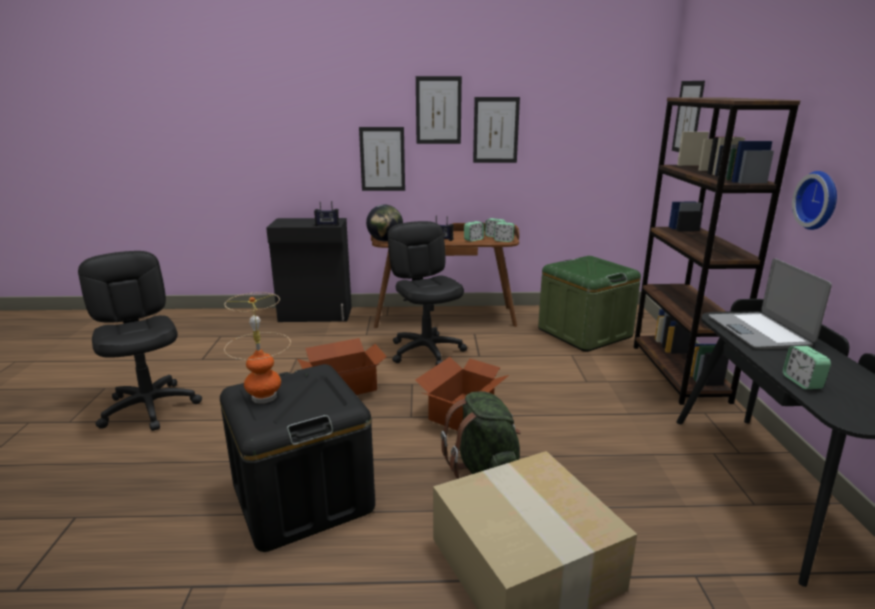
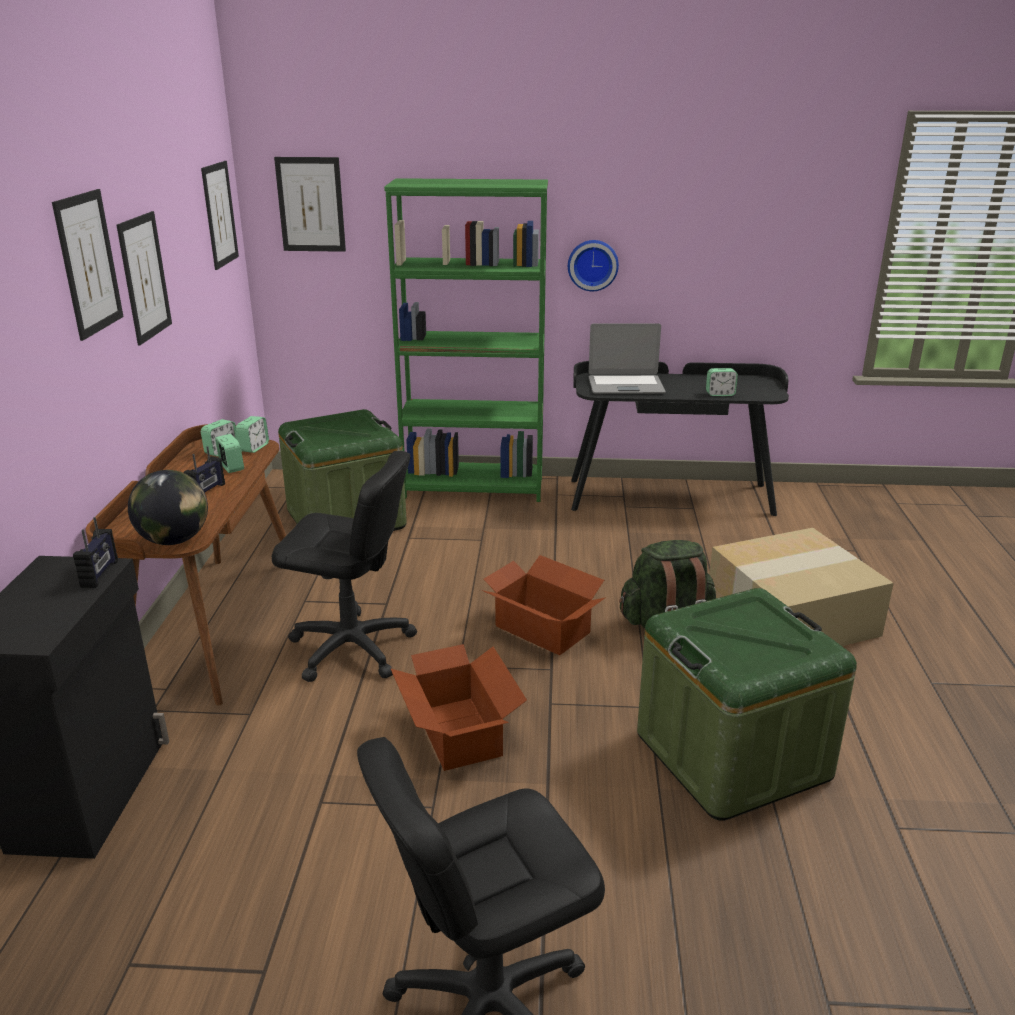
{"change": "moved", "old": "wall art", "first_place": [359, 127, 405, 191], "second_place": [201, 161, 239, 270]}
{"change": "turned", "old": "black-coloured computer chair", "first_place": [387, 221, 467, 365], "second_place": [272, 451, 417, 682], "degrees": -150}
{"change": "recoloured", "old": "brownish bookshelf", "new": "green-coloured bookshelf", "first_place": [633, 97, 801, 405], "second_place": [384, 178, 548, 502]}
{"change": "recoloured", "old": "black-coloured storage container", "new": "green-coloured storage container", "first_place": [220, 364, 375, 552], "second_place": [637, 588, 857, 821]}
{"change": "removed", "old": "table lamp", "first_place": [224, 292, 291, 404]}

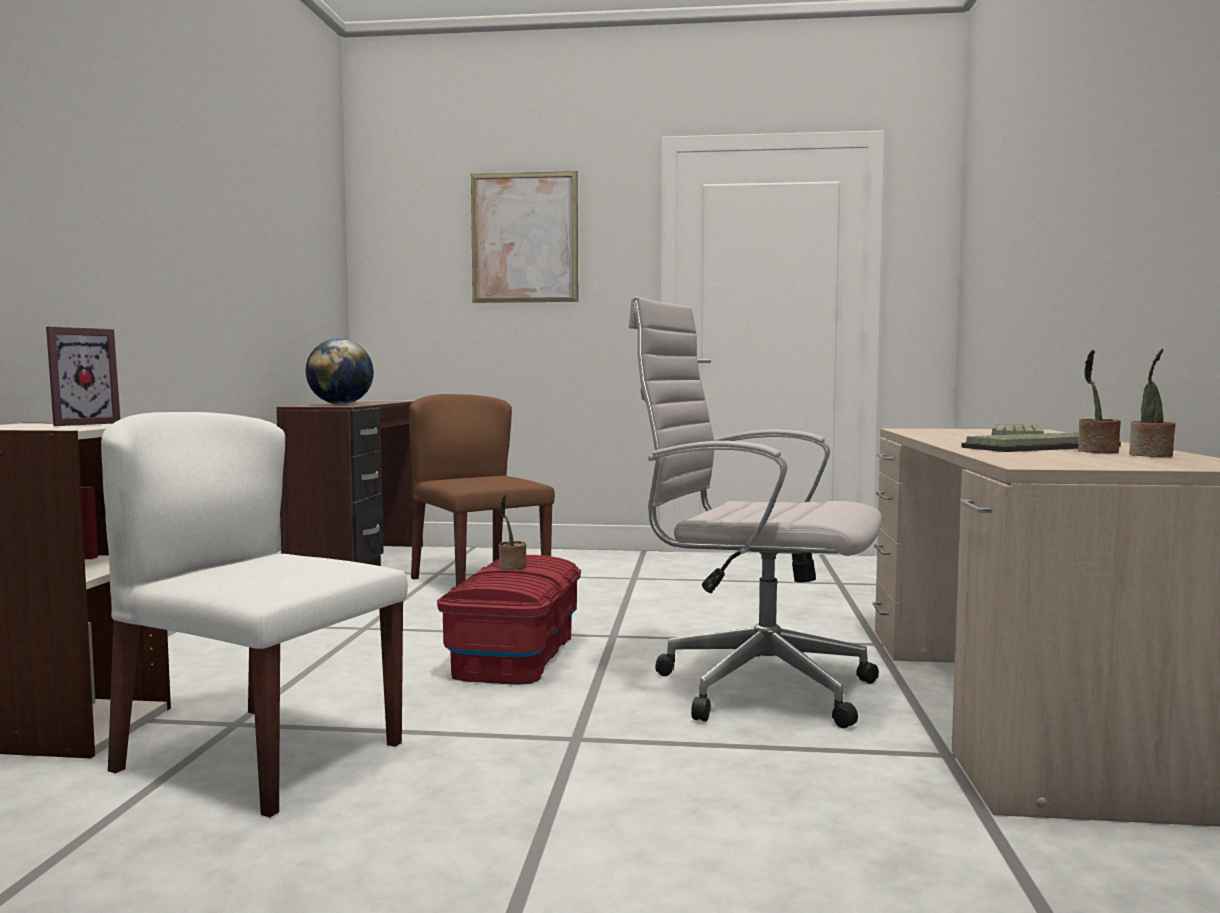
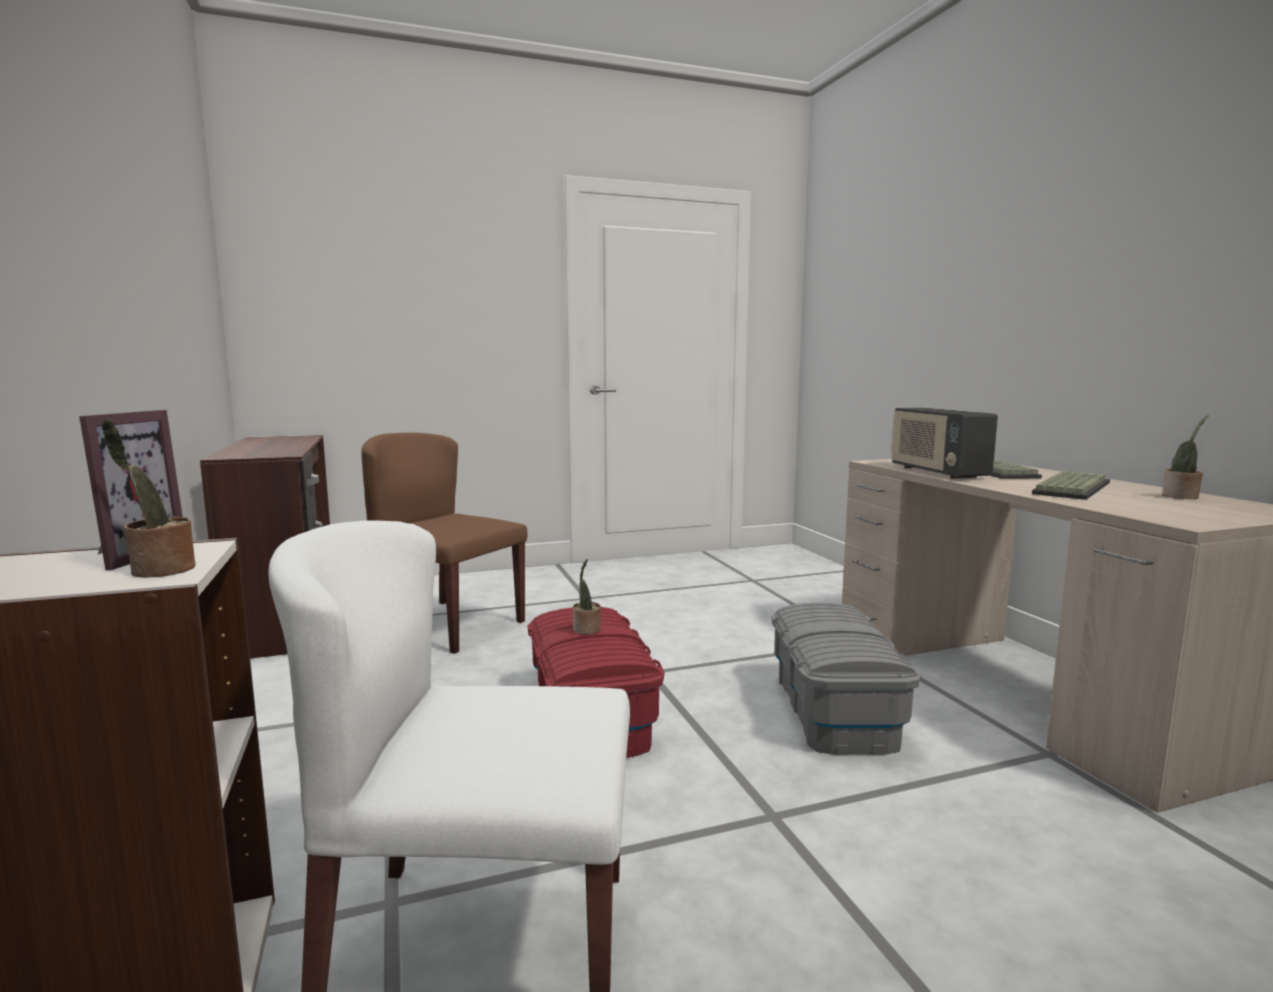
{"change": "moved", "old": "potted plant", "first_place": [1078, 350, 1121, 453], "second_place": [102, 419, 195, 578]}
{"change": "replaced", "old": "white-coloured computer chair", "new": "gray storage container", "first_place": [629, 297, 882, 728], "second_place": [771, 603, 921, 755]}
{"change": "added", "new": "radio set", "second_place": [890, 408, 998, 479]}
{"change": "removed", "old": "globe", "first_place": [306, 339, 374, 405]}
{"change": "removed", "old": "wall art", "first_place": [471, 171, 578, 303]}

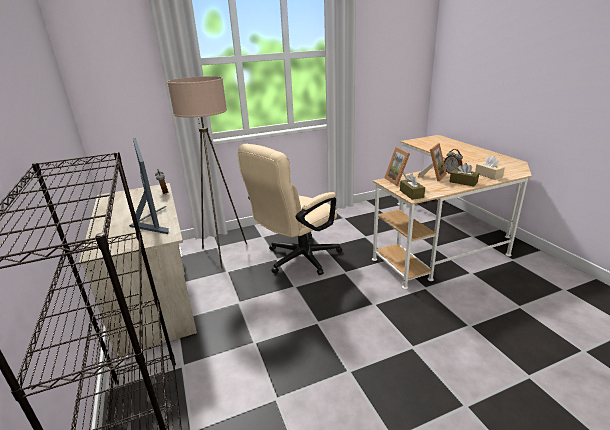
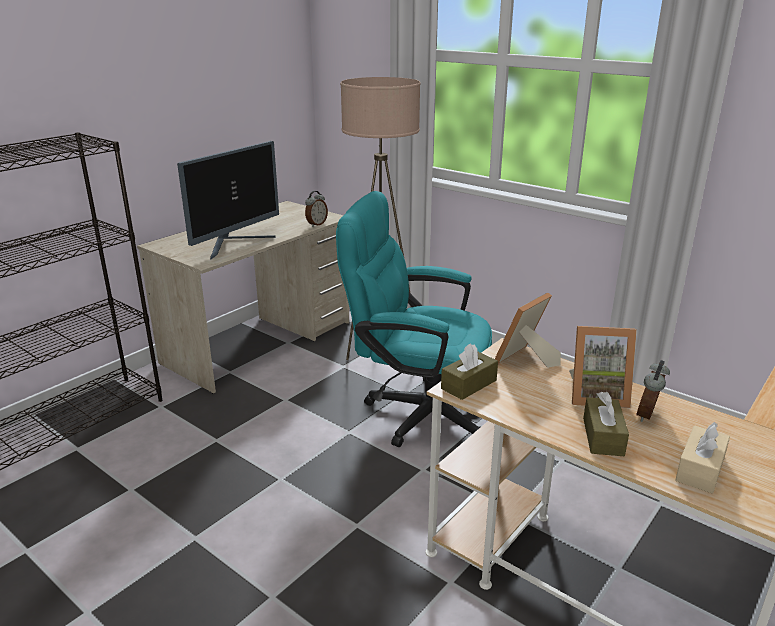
{"change": "recoloured", "old": "beige computer chair", "new": "blue-green computer chair", "first_place": [238, 144, 342, 275], "second_place": [336, 191, 492, 447]}

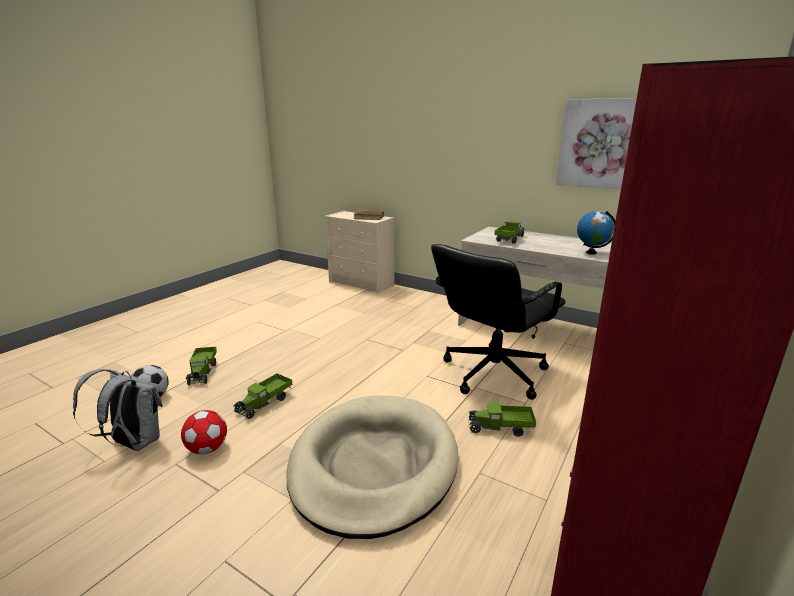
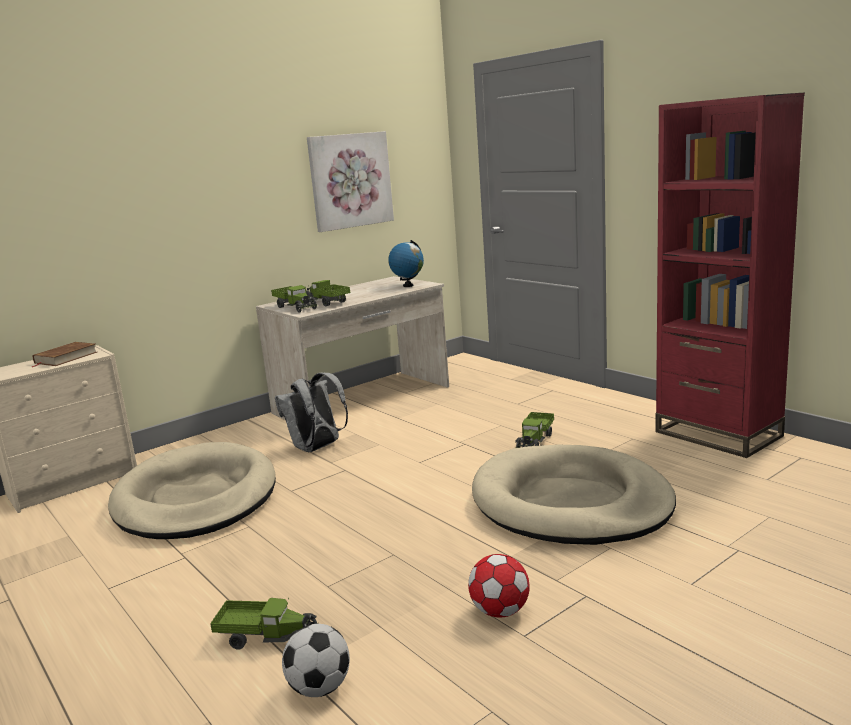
{"change": "added", "new": "beige pet bed", "second_place": [108, 442, 276, 539]}
{"change": "moved", "old": "model truck", "first_place": [234, 373, 292, 419], "second_place": [271, 285, 317, 312]}
{"change": "moved", "old": "gray rucksack", "first_place": [73, 369, 162, 451], "second_place": [275, 373, 348, 452]}
{"change": "removed", "old": "black-coloured computer chair", "first_place": [431, 244, 566, 400]}

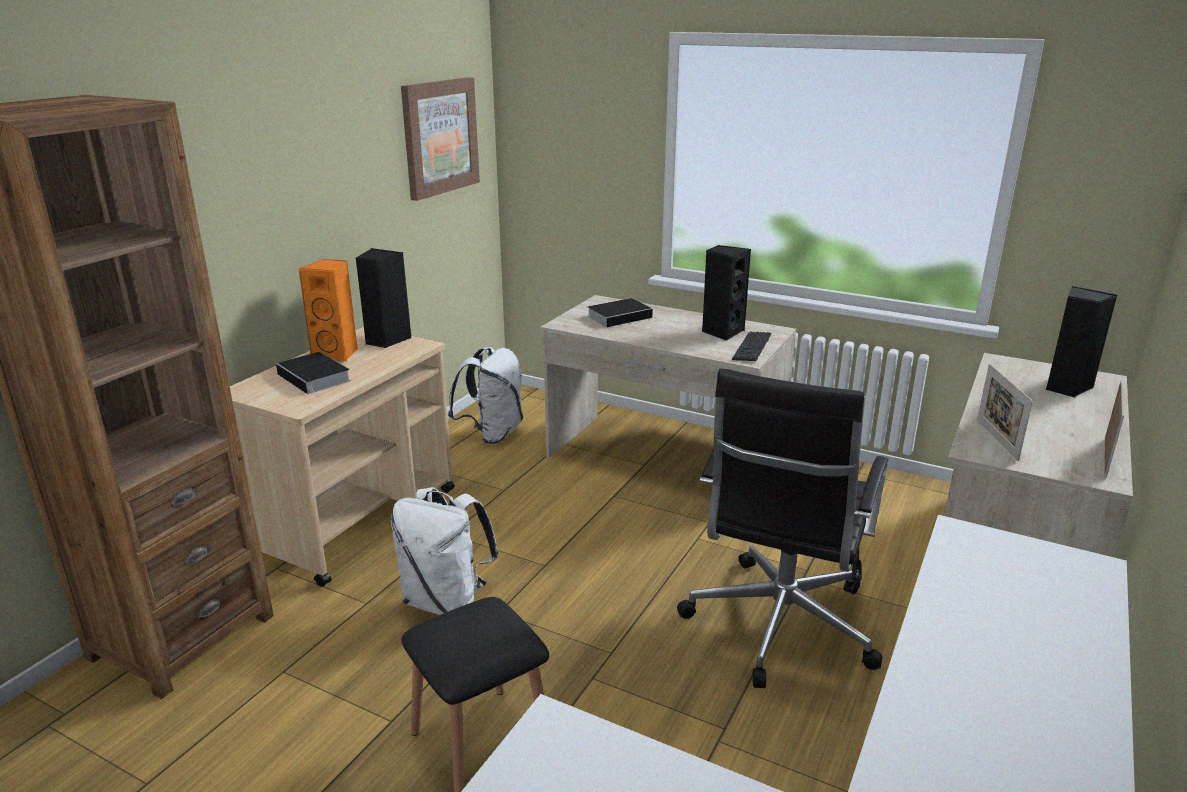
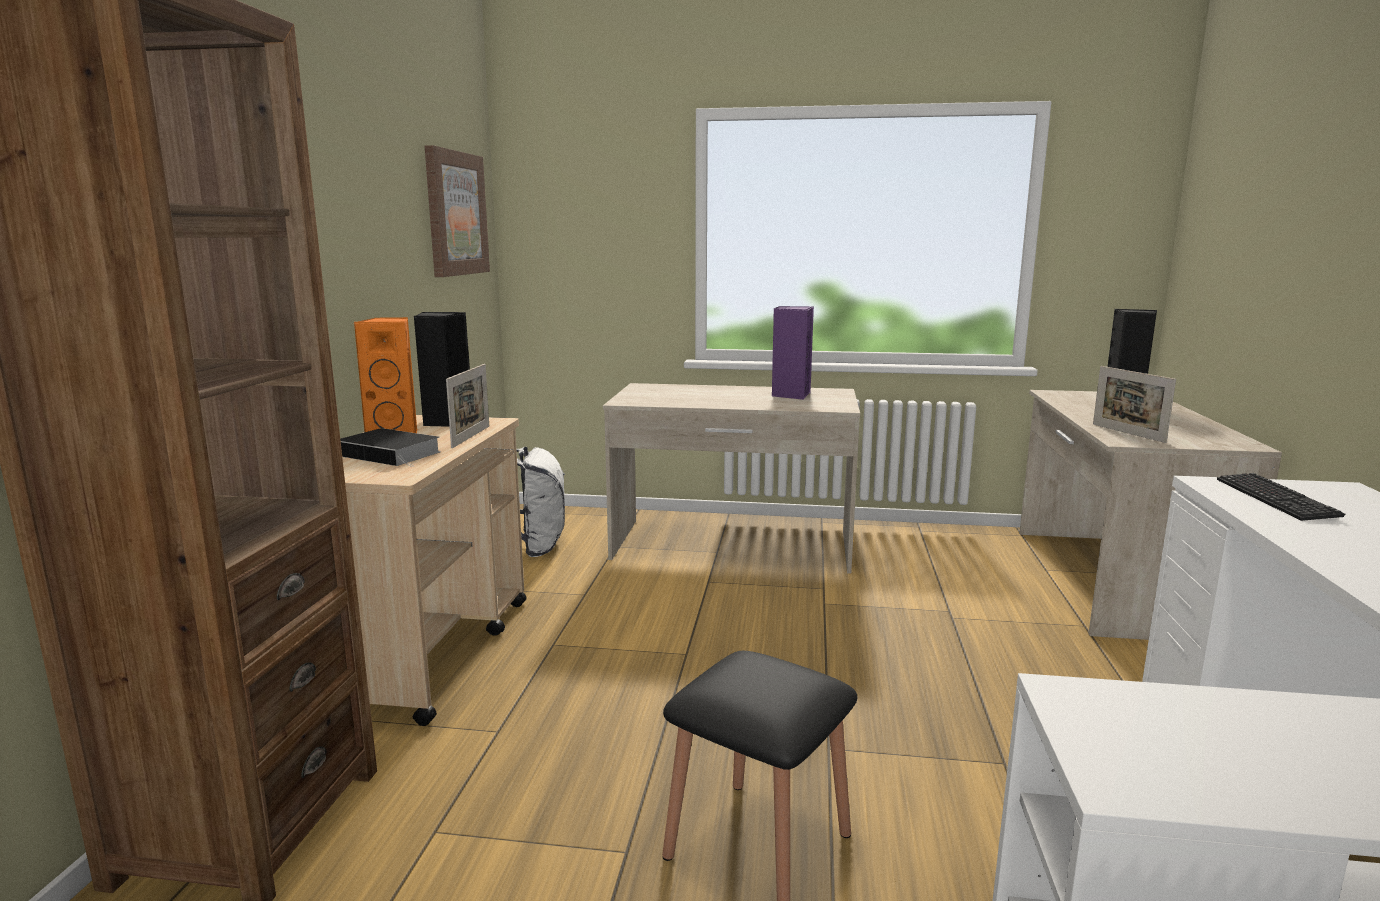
{"change": "moved", "old": "standing frame", "first_place": [1105, 380, 1124, 478], "second_place": [446, 364, 489, 448]}
{"change": "recoloured", "old": "black-coloured audio speaker", "new": "purplish audio speaker", "first_place": [702, 245, 751, 341], "second_place": [772, 306, 814, 400]}
{"change": "moved", "old": "PC keyboard", "first_place": [732, 332, 771, 361], "second_place": [1217, 473, 1345, 521]}
{"change": "removed", "old": "white-coloured rucksack", "first_place": [391, 487, 499, 615]}
{"change": "removed", "old": "bound book", "first_place": [587, 298, 658, 327]}
{"change": "removed", "old": "black-coloured computer chair", "first_place": [677, 368, 889, 688]}

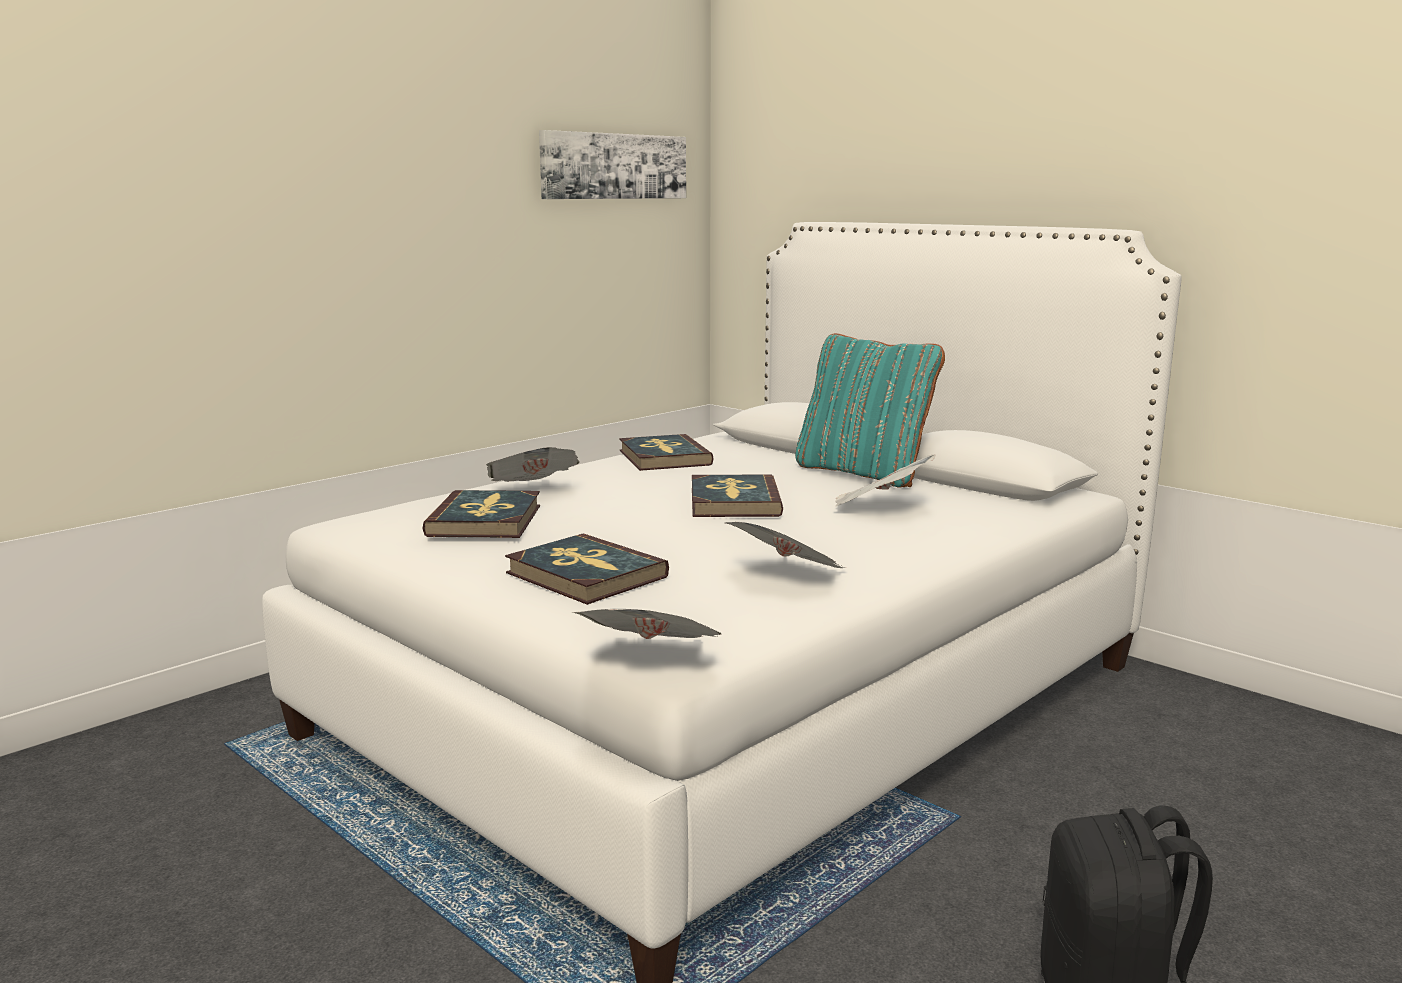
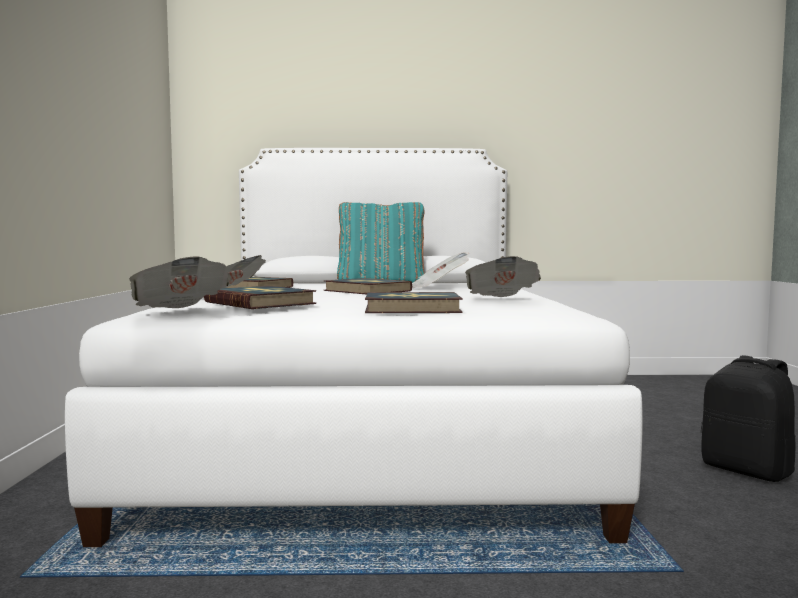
{"change": "moved", "old": "daily paper", "first_place": [573, 609, 722, 639], "second_place": [129, 256, 230, 308]}
{"change": "removed", "old": "wall art", "first_place": [539, 130, 686, 199]}

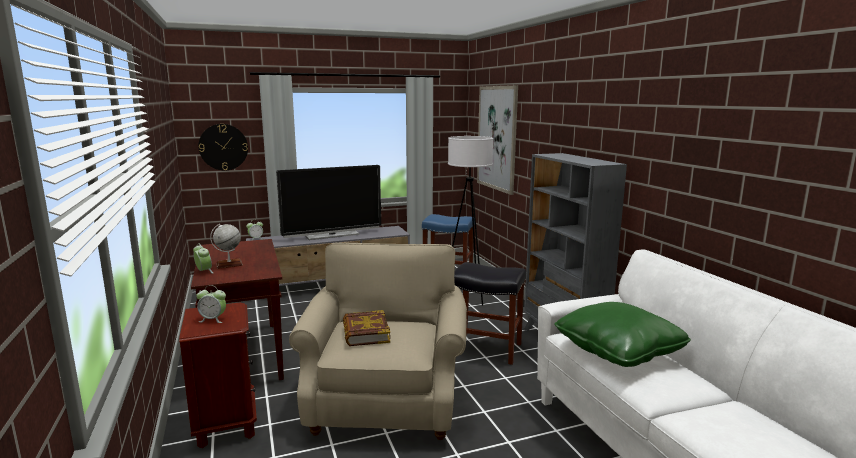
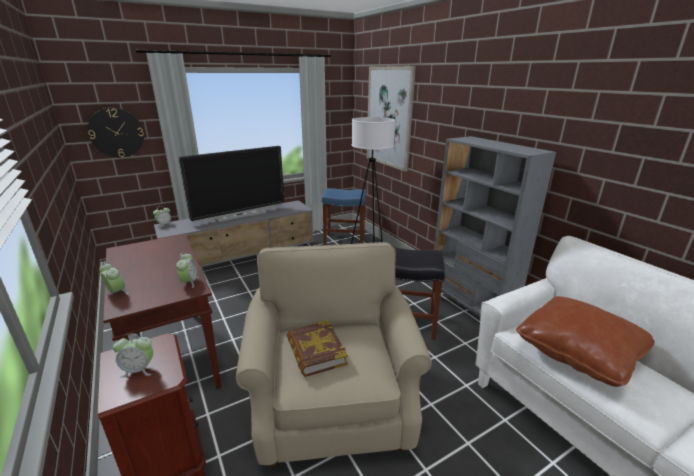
{"change": "added", "new": "table clock", "second_place": [176, 253, 199, 288]}
{"change": "recoloured", "old": "green-coloured throw pillow", "new": "brownish throw pillow", "first_place": [554, 302, 691, 367], "second_place": [516, 296, 655, 387]}
{"change": "removed", "old": "globe", "first_place": [210, 224, 243, 269]}

